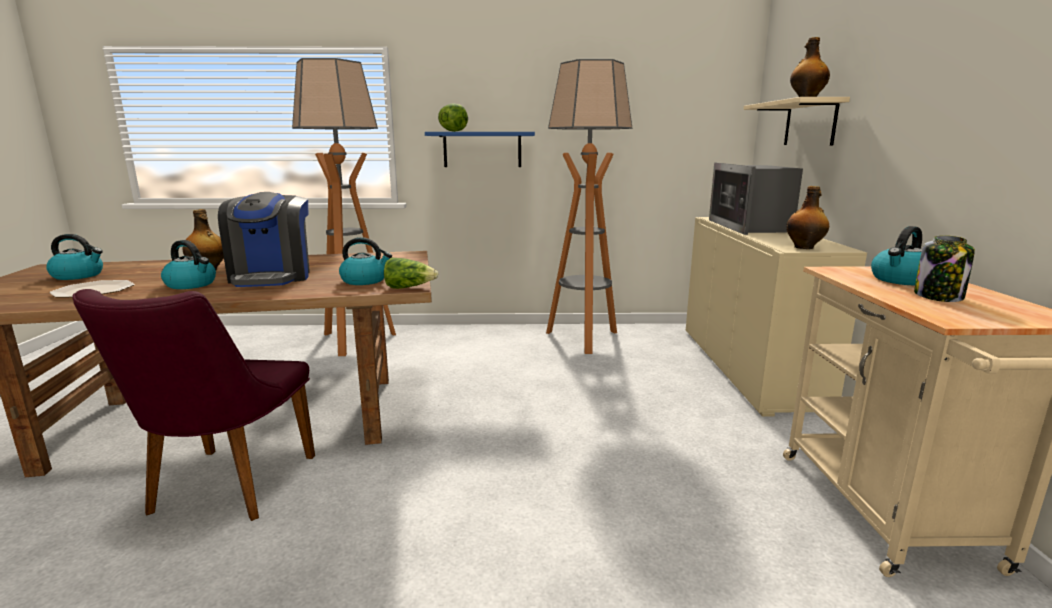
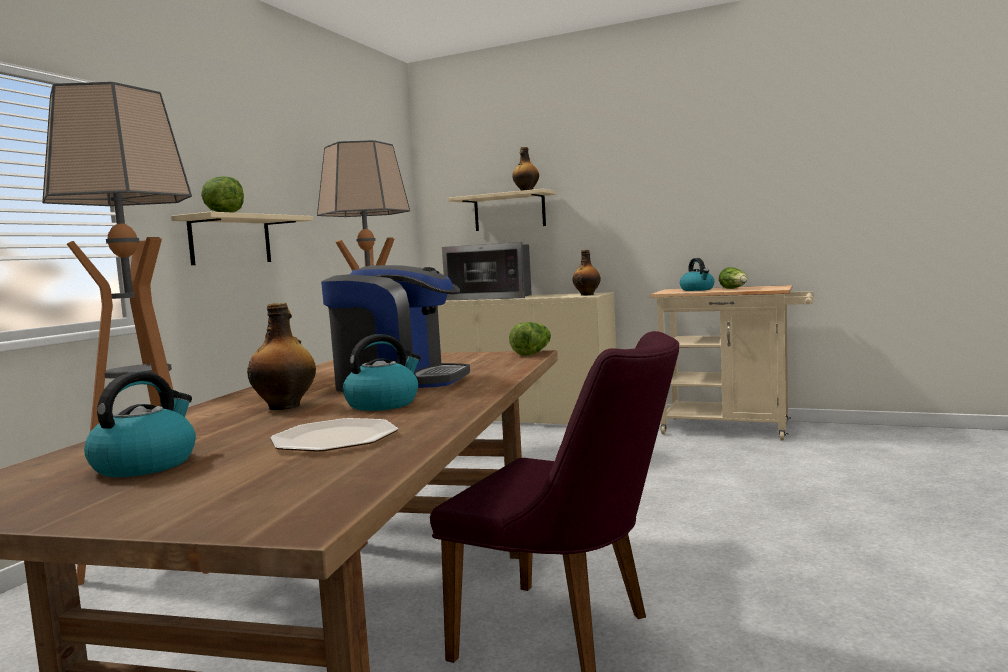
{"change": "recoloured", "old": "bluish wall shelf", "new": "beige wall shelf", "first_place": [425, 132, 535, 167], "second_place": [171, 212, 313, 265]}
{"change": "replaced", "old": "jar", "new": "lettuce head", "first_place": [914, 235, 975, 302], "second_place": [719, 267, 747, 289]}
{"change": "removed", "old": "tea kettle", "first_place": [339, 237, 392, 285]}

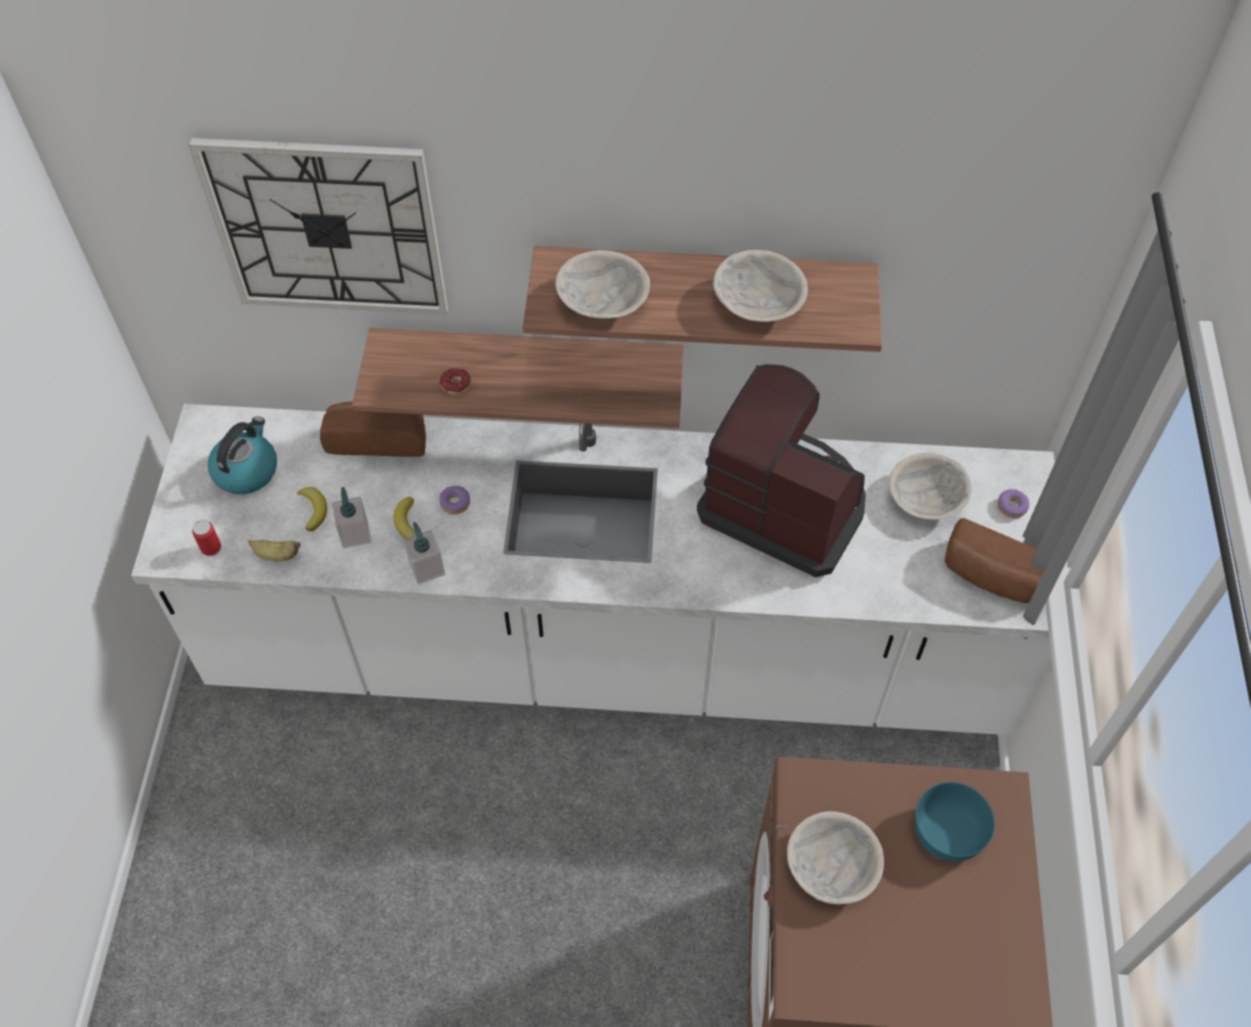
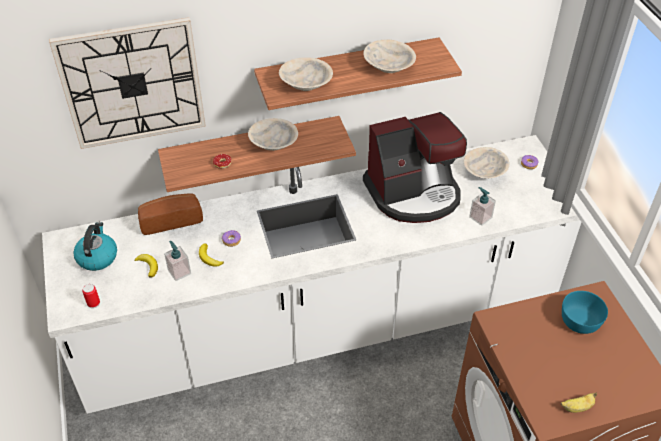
{"change": "moved", "old": "beige bowl", "first_place": [787, 811, 884, 904], "second_place": [248, 118, 298, 151]}
{"change": "turned", "old": "coffee maker", "first_place": [697, 364, 866, 577], "second_place": [363, 112, 467, 223], "degrees": 150}
{"change": "moved", "old": "soap dispenser", "first_place": [403, 522, 445, 584], "second_place": [469, 187, 496, 226]}
{"change": "moved", "old": "banana fruit", "first_place": [248, 540, 301, 561], "second_place": [560, 393, 597, 413]}
{"change": "removed", "old": "bakery bread", "first_place": [945, 518, 1043, 603]}

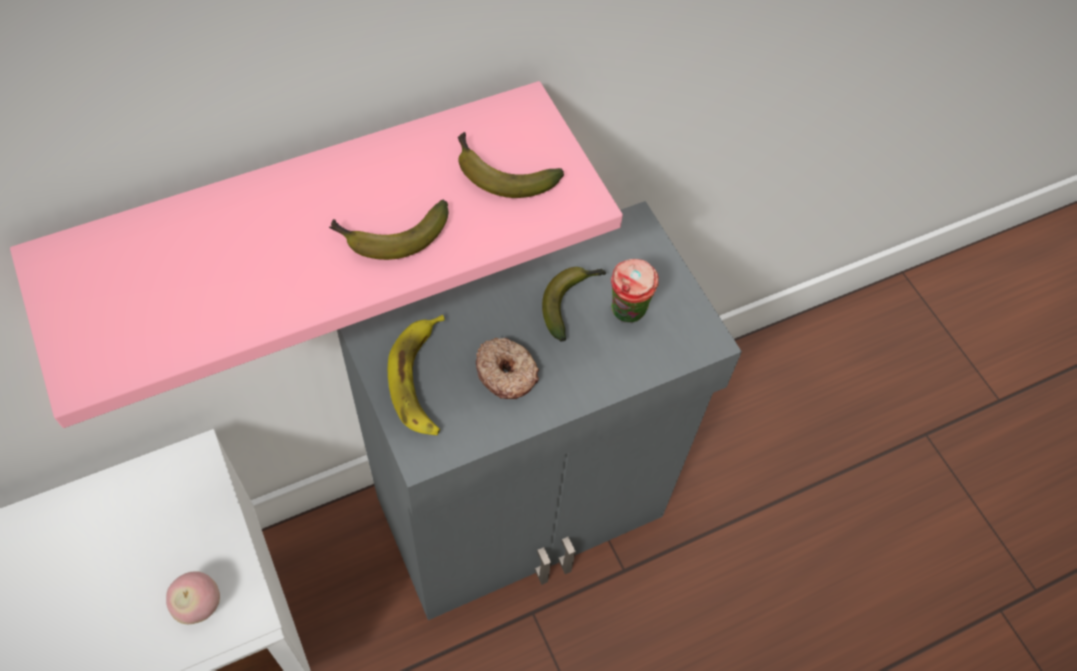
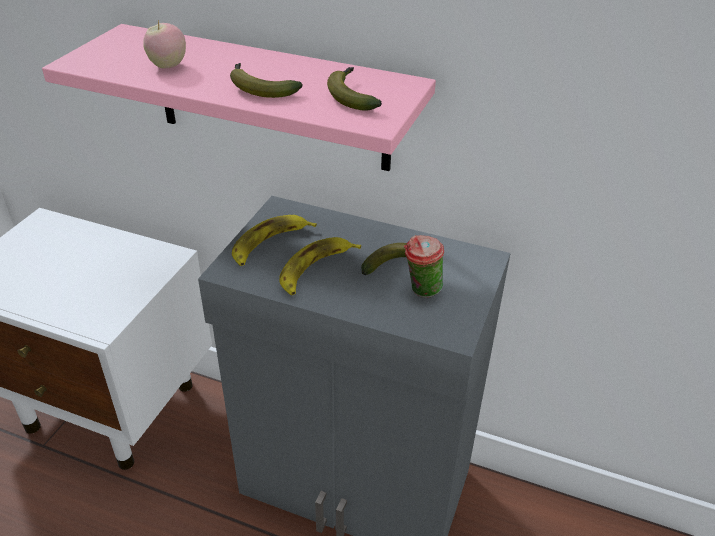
{"change": "moved", "old": "apple fruit", "first_place": [166, 571, 220, 624], "second_place": [143, 20, 186, 68]}
{"change": "replaced", "old": "doughnut", "new": "banana fruit", "first_place": [476, 338, 539, 399], "second_place": [279, 237, 361, 295]}

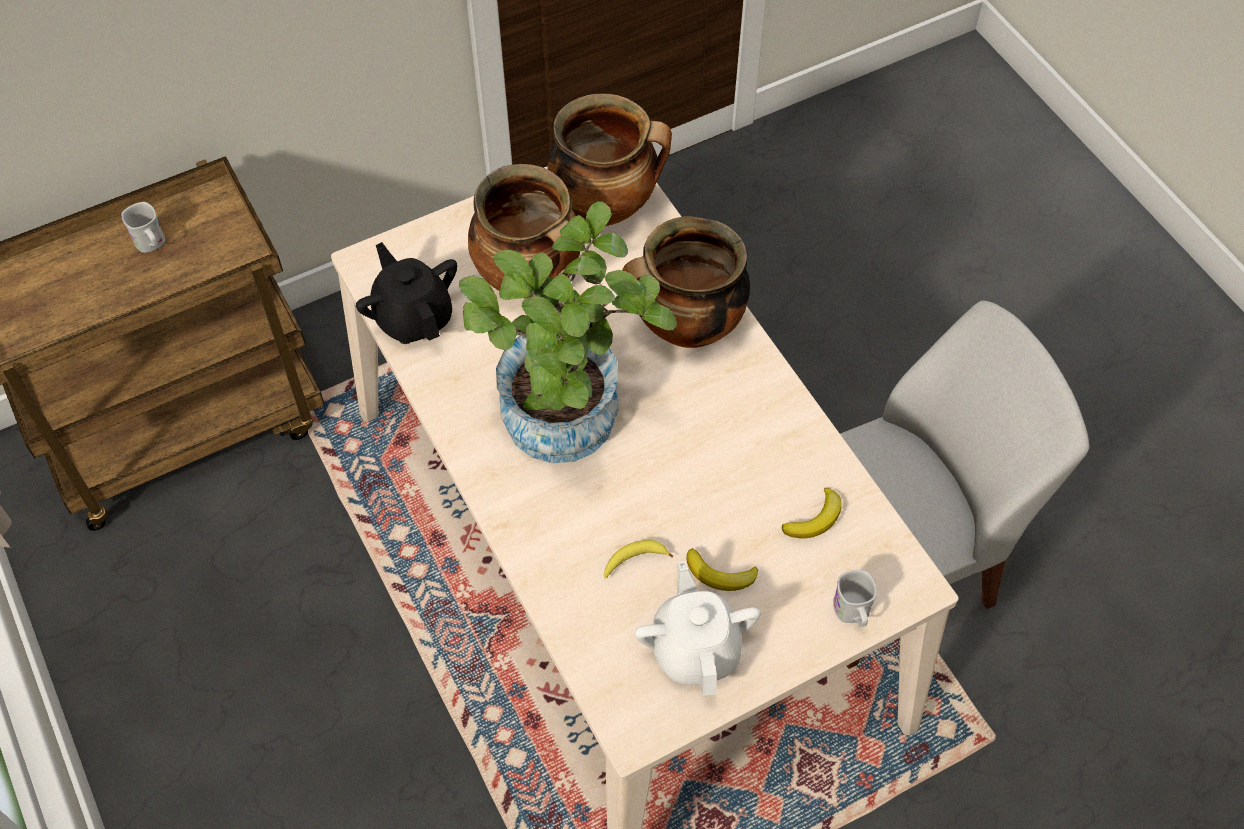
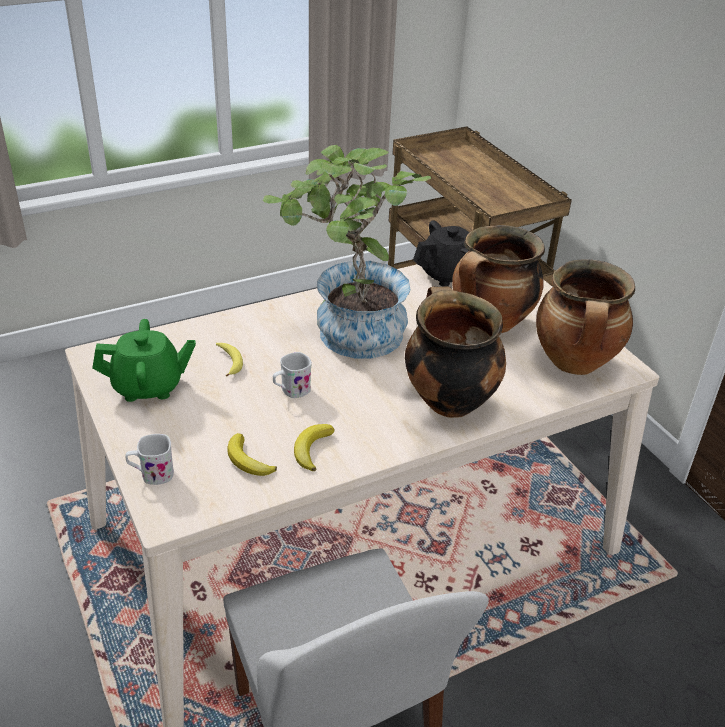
{"change": "recoloured", "old": "white-coloured tea pot", "new": "green-coloured tea pot", "first_place": [635, 561, 761, 696], "second_place": [92, 319, 196, 402]}
{"change": "moved", "old": "white-coloured coffee mug", "first_place": [122, 202, 165, 253], "second_place": [273, 352, 312, 398]}
{"change": "moved", "old": "banana fruit", "first_place": [686, 548, 758, 591], "second_place": [294, 424, 335, 471]}

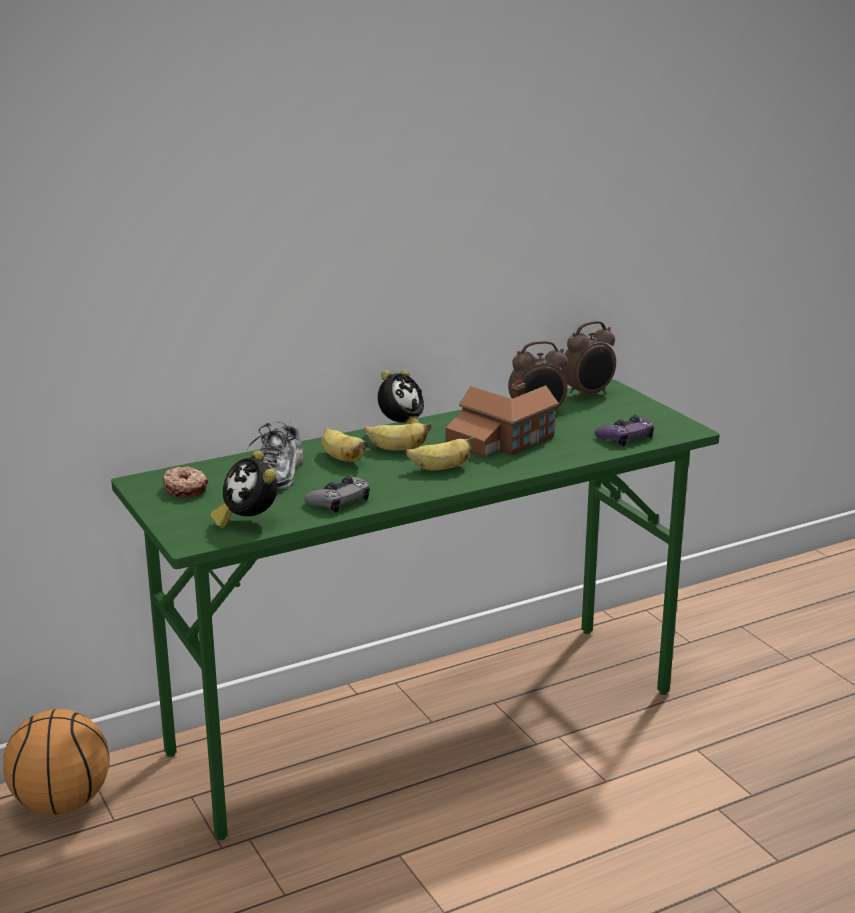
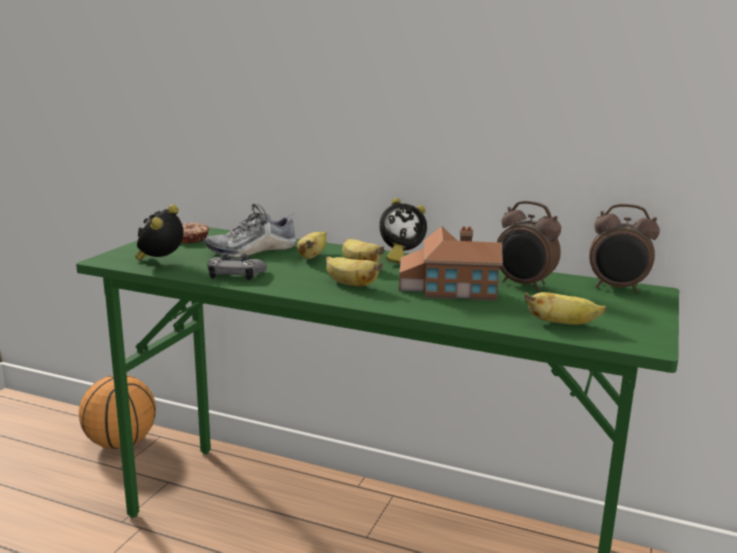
{"change": "replaced", "old": "purplish game controller", "new": "banana fruit", "first_place": [594, 415, 654, 446], "second_place": [524, 292, 606, 325]}

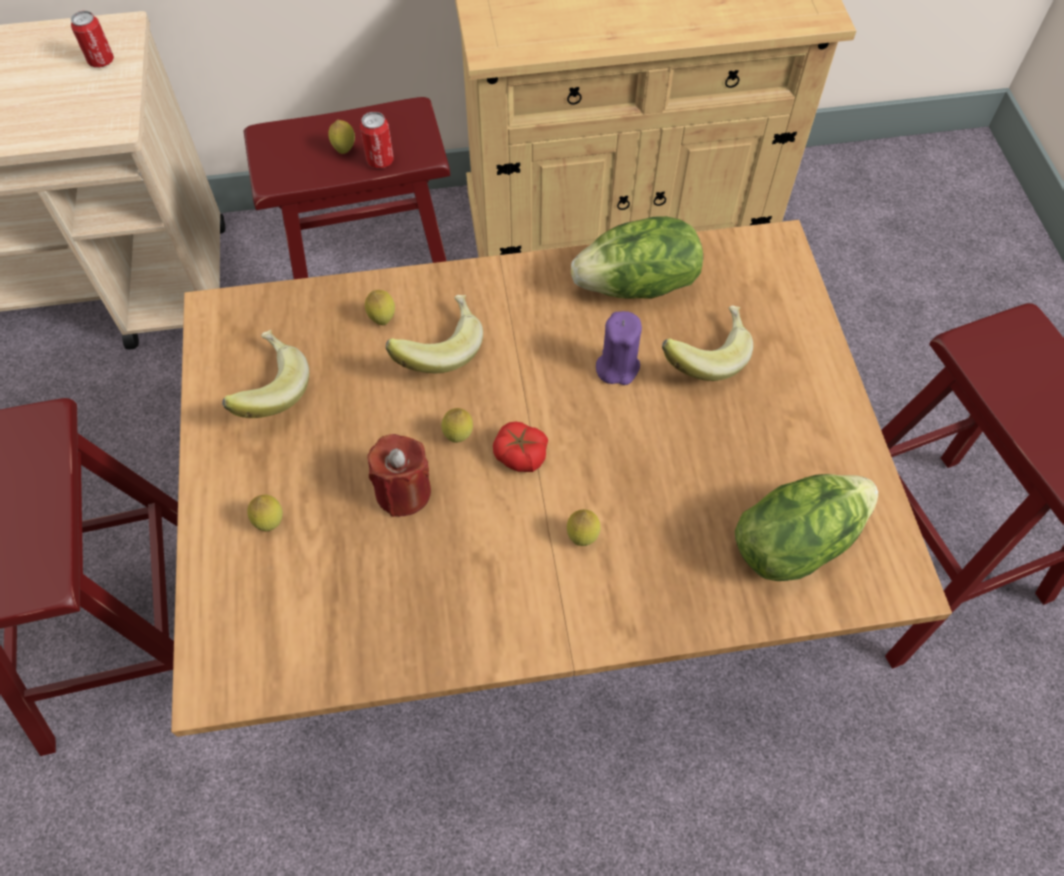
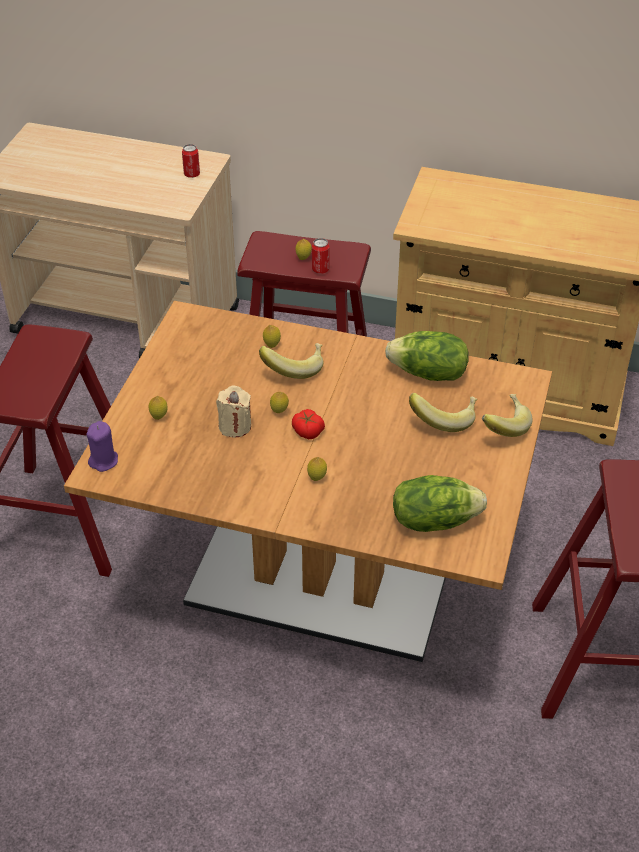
{"change": "moved", "old": "purplish wax candle", "first_place": [596, 311, 642, 385], "second_place": [86, 421, 118, 472]}
{"change": "recoloured", "old": "red wax candle", "new": "beige wax candle", "first_place": [367, 434, 431, 517], "second_place": [216, 385, 251, 438]}
{"change": "moved", "old": "banana fruit", "first_place": [222, 330, 309, 418], "second_place": [482, 394, 533, 437]}

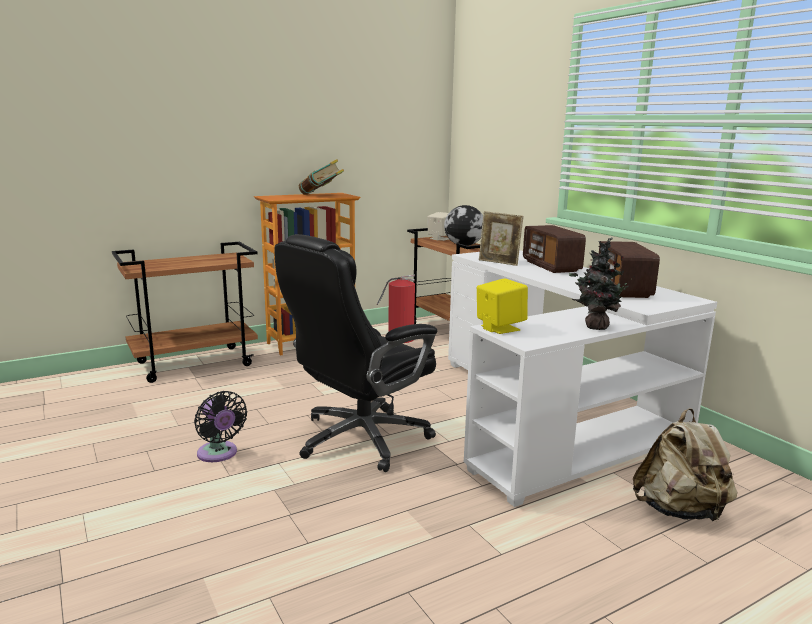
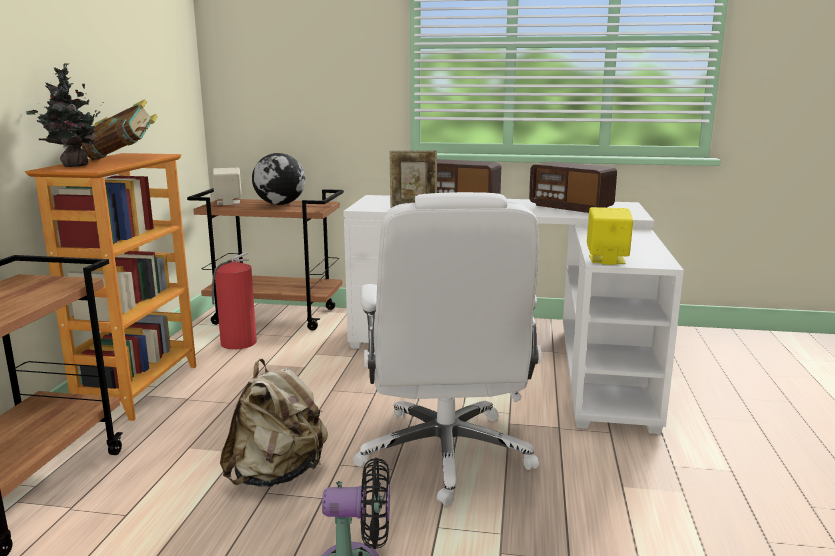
{"change": "moved", "old": "potted plant", "first_place": [569, 238, 635, 330], "second_place": [26, 63, 104, 167]}
{"change": "moved", "old": "beige rucksack", "first_place": [633, 408, 737, 522], "second_place": [220, 359, 328, 487]}
{"change": "recoloured", "old": "black-coloured computer chair", "new": "white-coloured computer chair", "first_place": [274, 234, 437, 472], "second_place": [353, 192, 542, 506]}

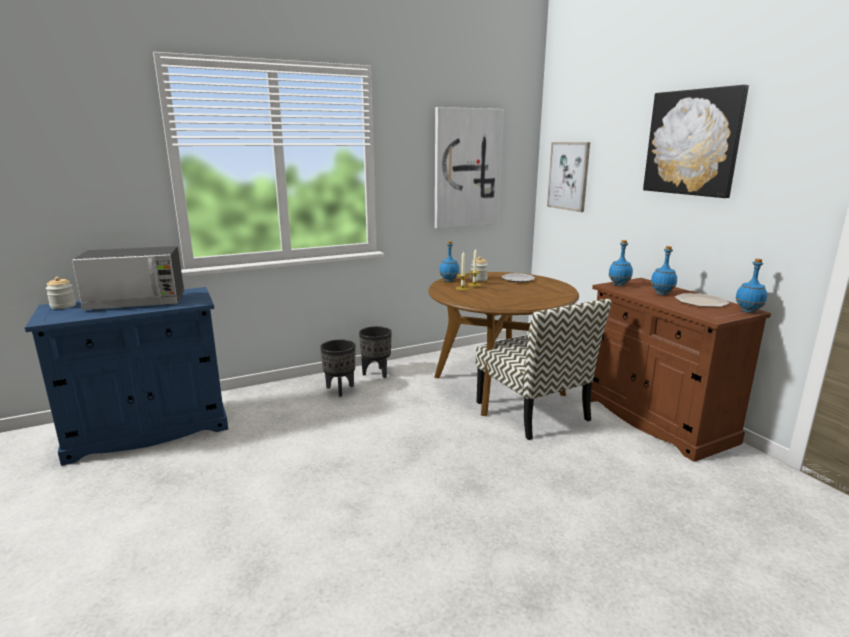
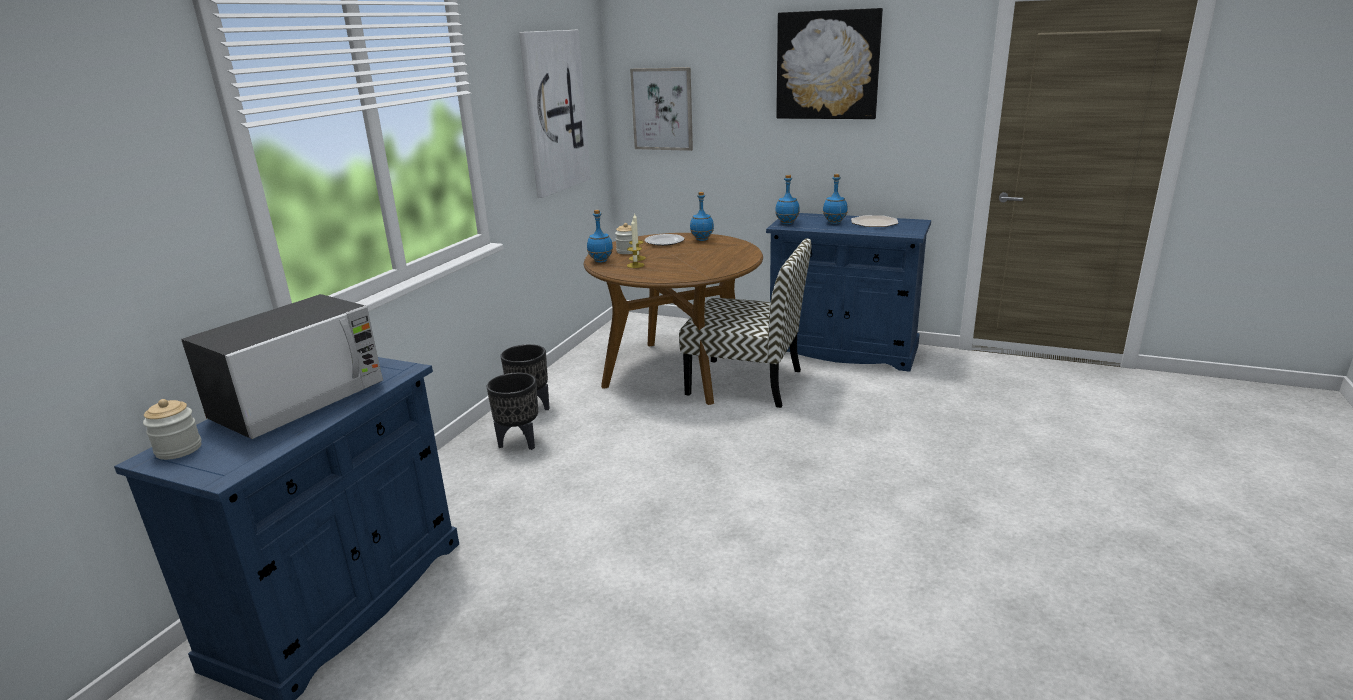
{"change": "moved", "old": "bluish beverage bottle", "first_place": [735, 259, 767, 313], "second_place": [690, 192, 714, 241]}
{"change": "recoloured", "old": "brownish cupboard", "new": "bluish cupboard", "first_place": [590, 278, 771, 462], "second_place": [766, 213, 931, 372]}

